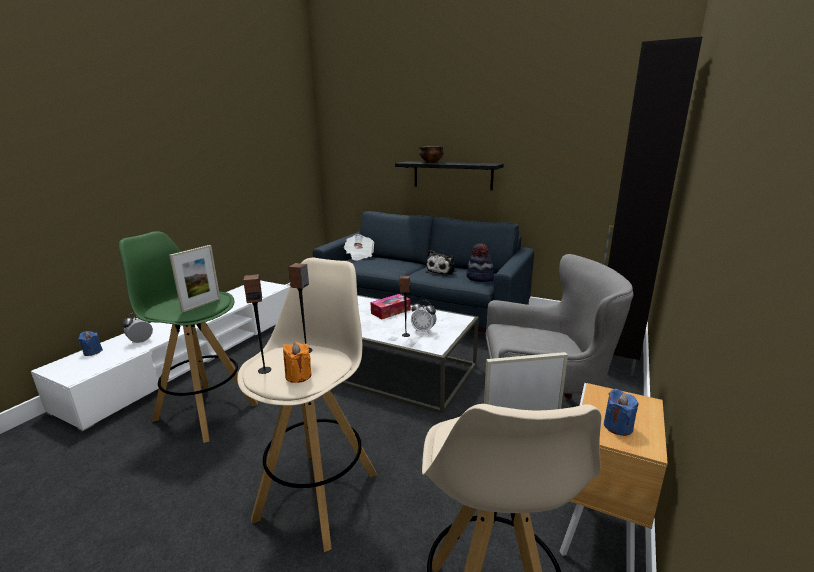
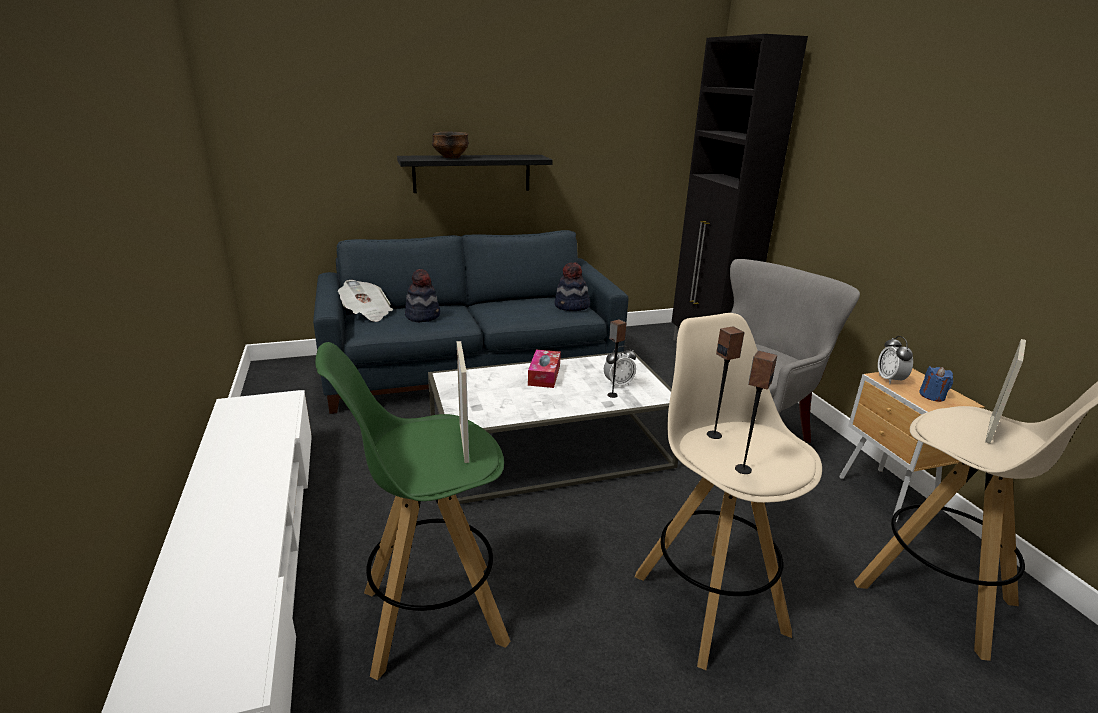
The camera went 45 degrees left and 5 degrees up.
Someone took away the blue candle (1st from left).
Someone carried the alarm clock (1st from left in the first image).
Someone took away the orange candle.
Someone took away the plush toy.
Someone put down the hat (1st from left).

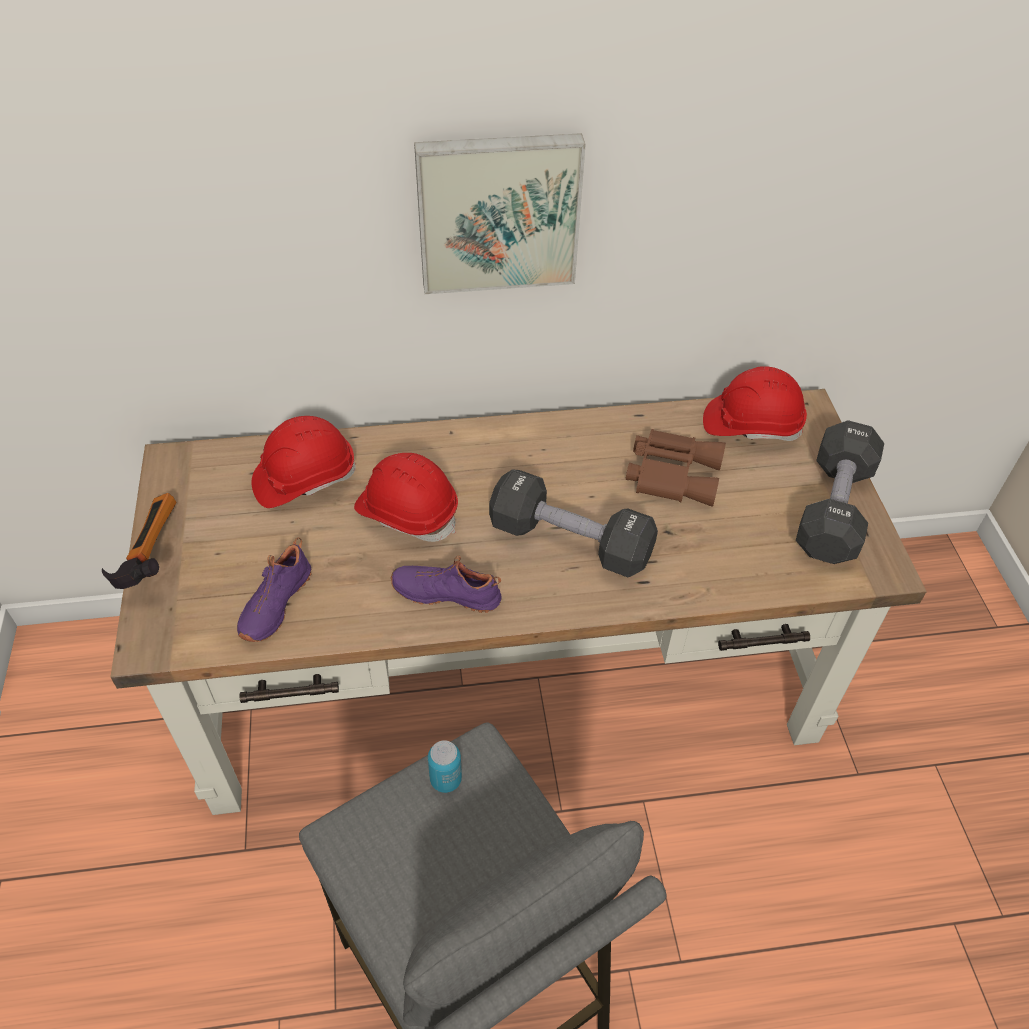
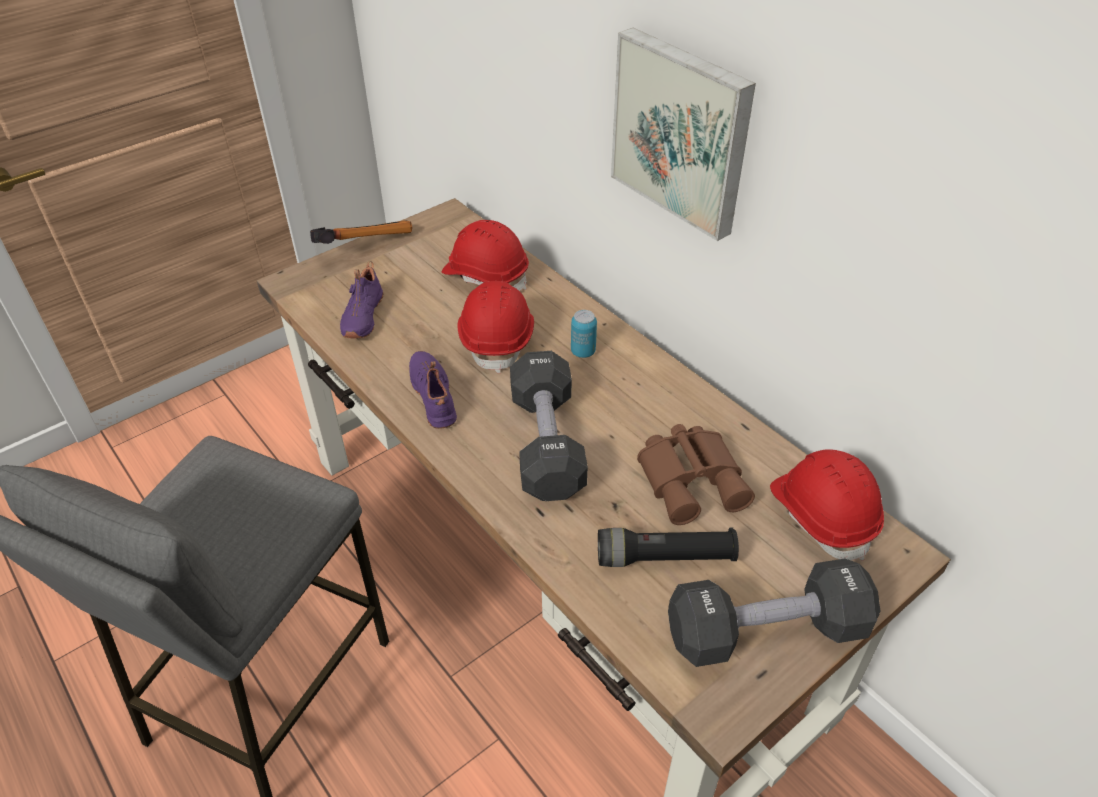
The camera went 60 degrees right and 5 degrees down.
Someone rotated the purple shoe (1st from left) by 75 degrees counterclockwise.
Someone carried the can.
Someone put down the black flashlight.

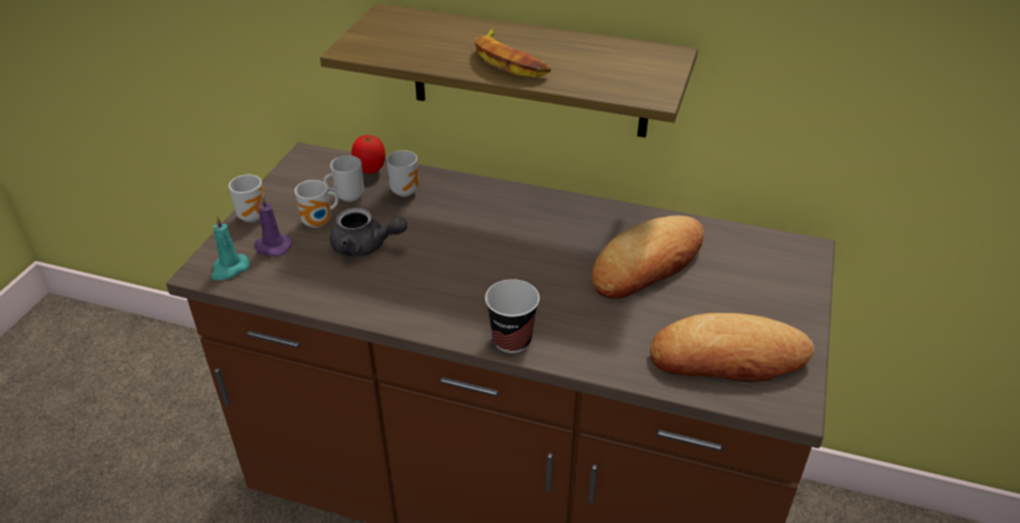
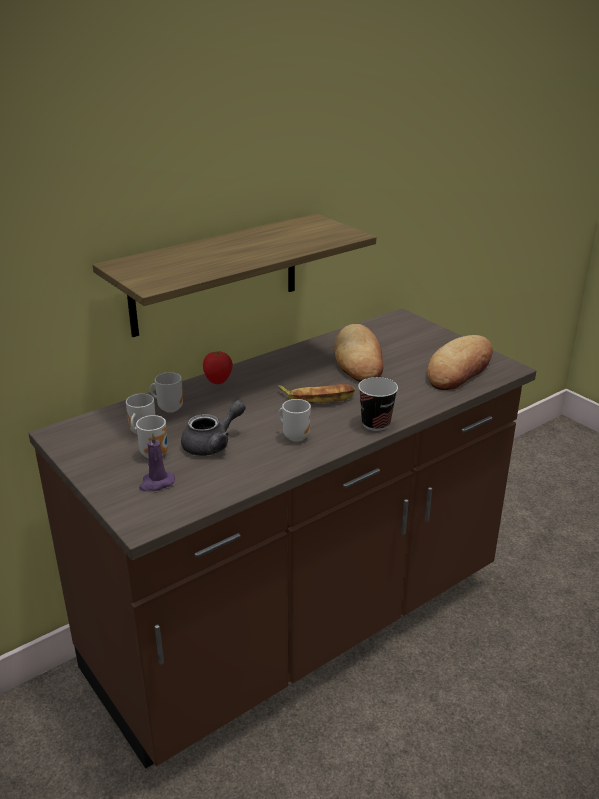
The camera went 55 degrees left and 10 degrees down.
Someone took away the turquoise candle.
Someone carried the mug (1st from left in the first image).
Someone carried the tomato.
Someone carried the banana.

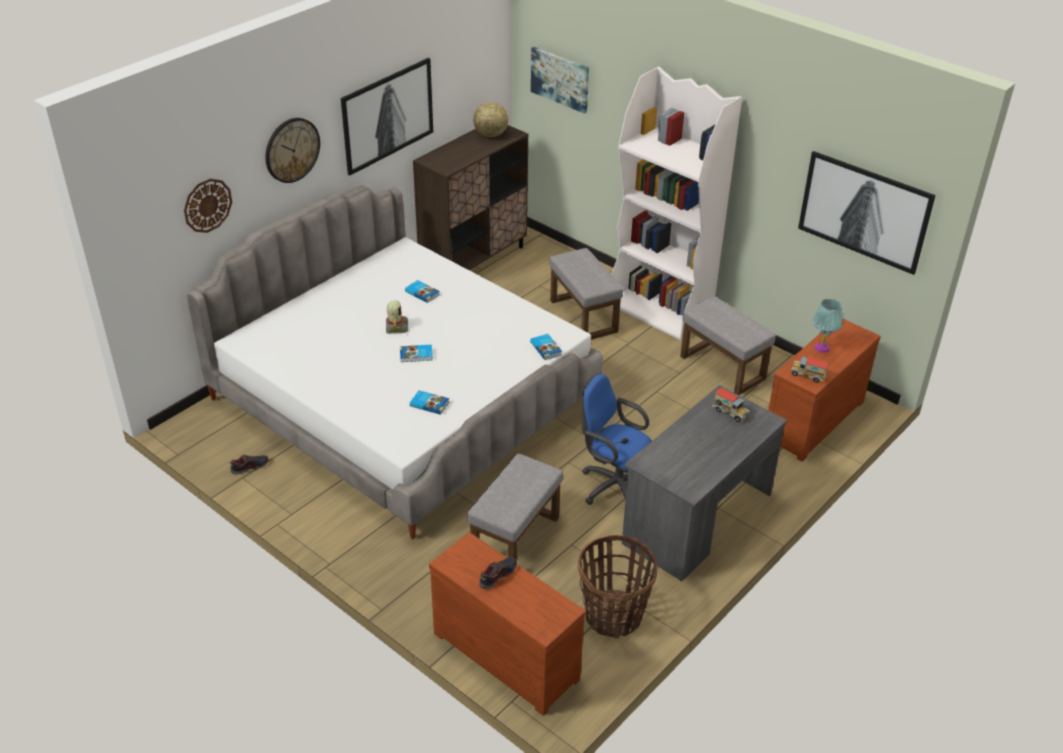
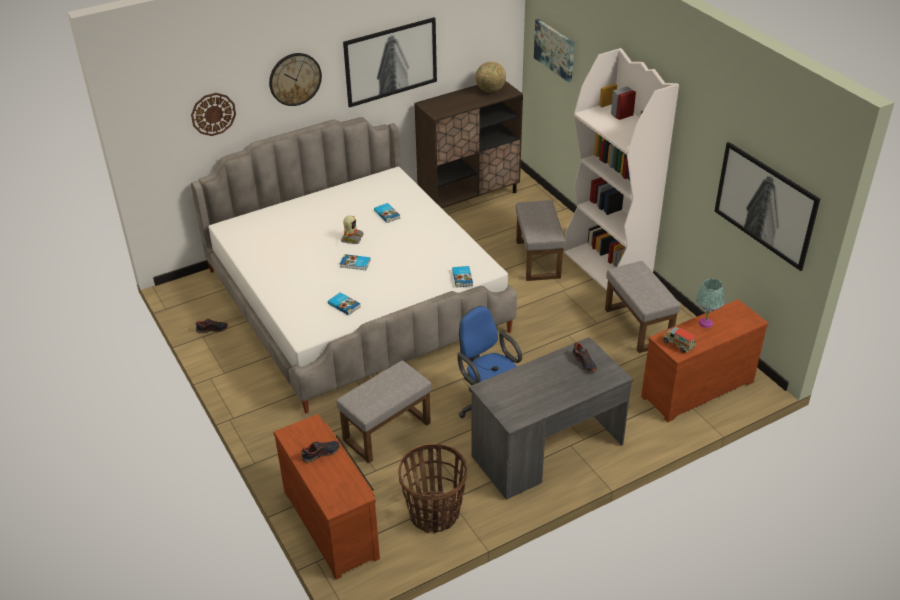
The camera went 20 degrees right and 0 degrees up.
Someone swapped the toy truck (1st from left) for the shoe (3rd from left).

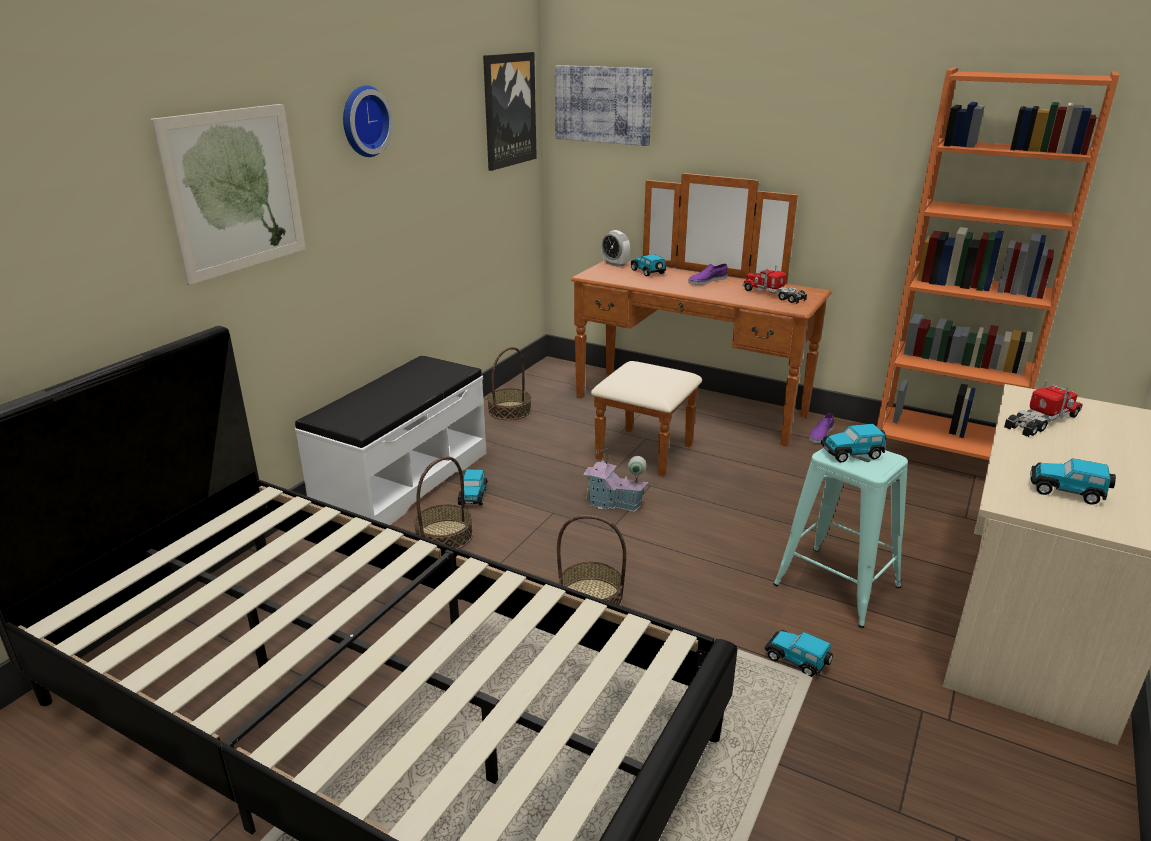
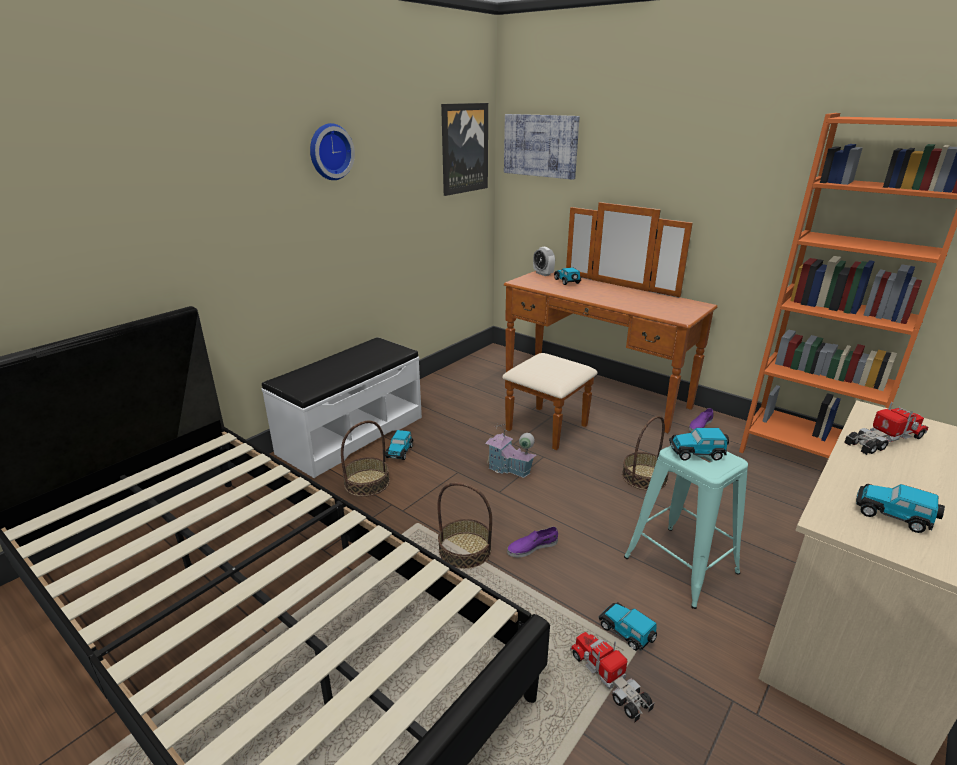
The camera went 10 degrees right and 0 degrees up.
Someone took away the picture (1st from left).
Someone carried the basket (2nd from left in the first image).
Someone carried the purple shoe (1st from left).
Someone carried the toy truck (1st from left).

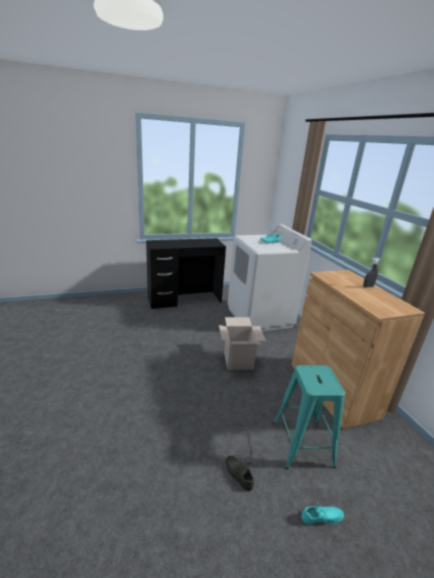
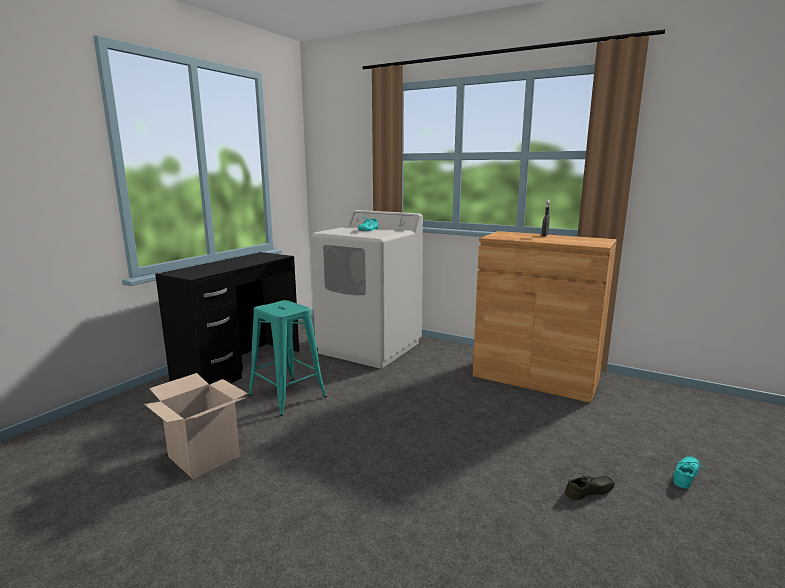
The camera went 40 degrees left and 10 degrees down.
Someone carried the cardboard box.
Someone rotated the grey shoe by 150 degrees clockwise.
Someone carried the turquoise stool.

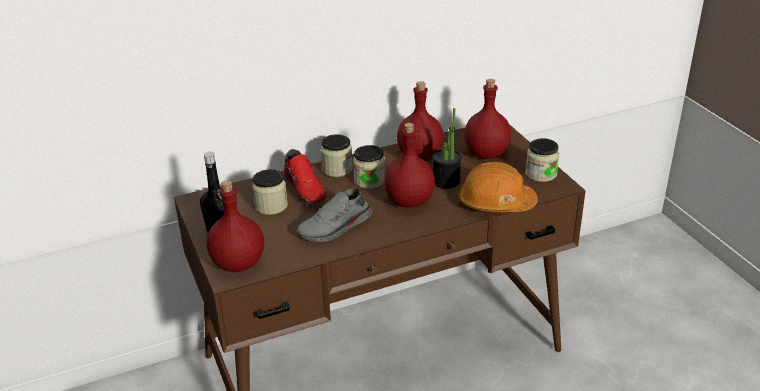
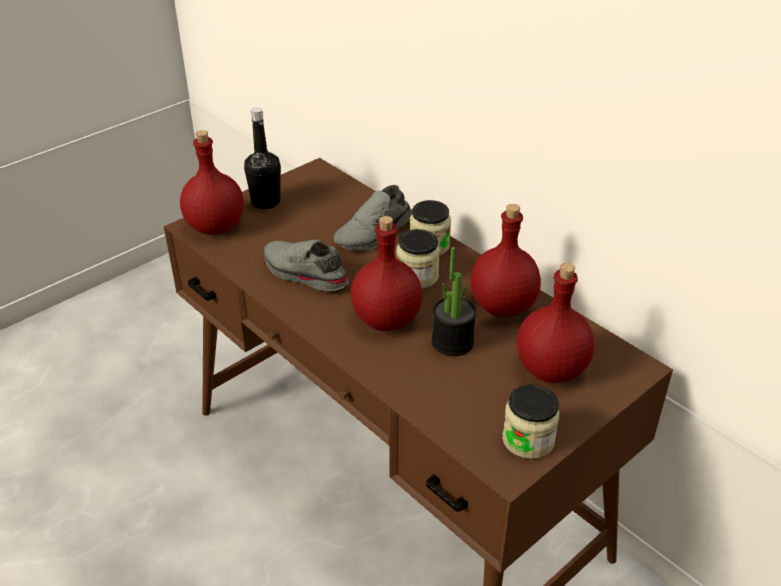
The camera went 70 degrees right and 5 degrees up.
Someone took away the jar (1st from left).
Someone repainted the red shoe, which became the grey shoe (2nd from left).
Someone took away the orange hard hat.

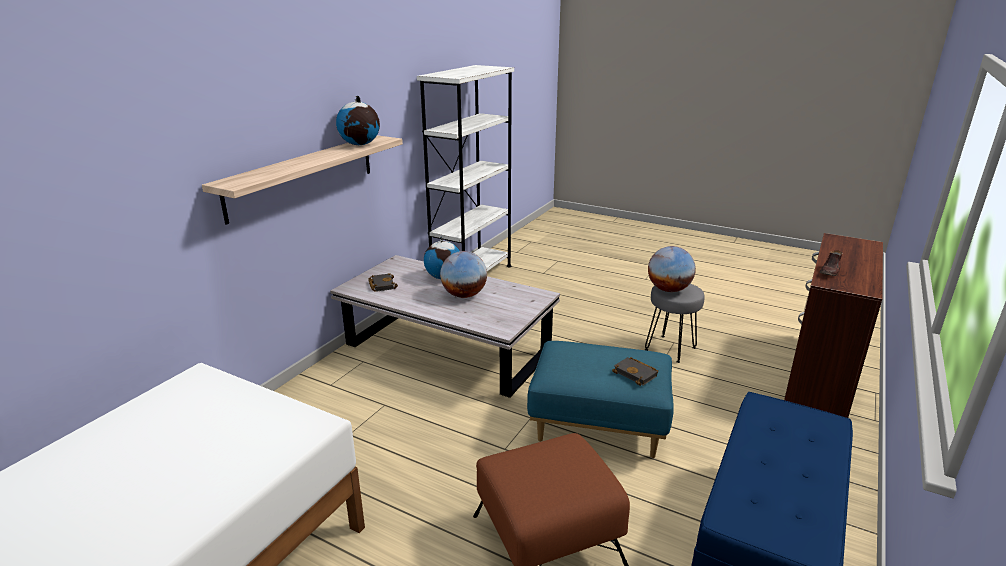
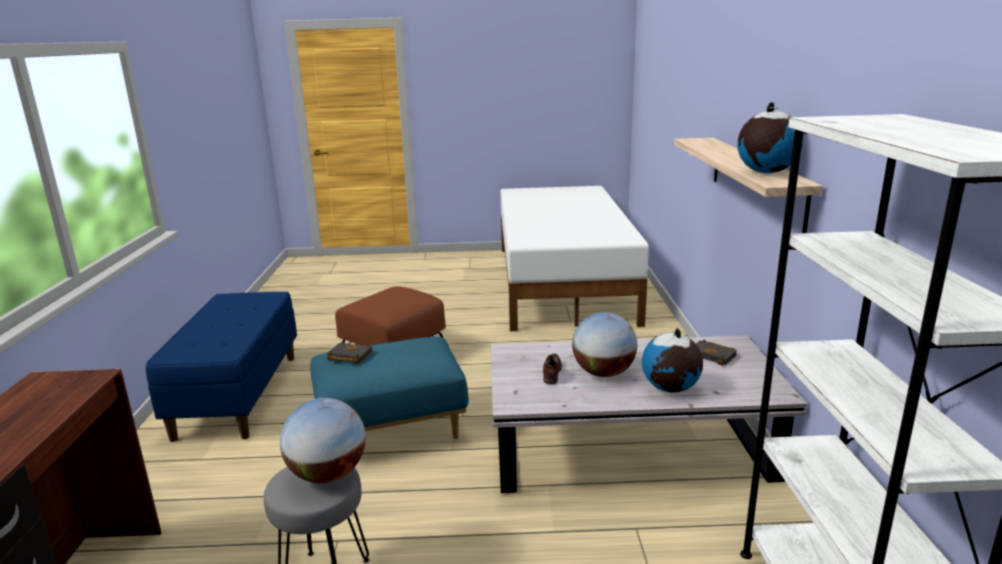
The camera went 150 degrees right and 5 degrees down.
Someone carried the brown shoe.

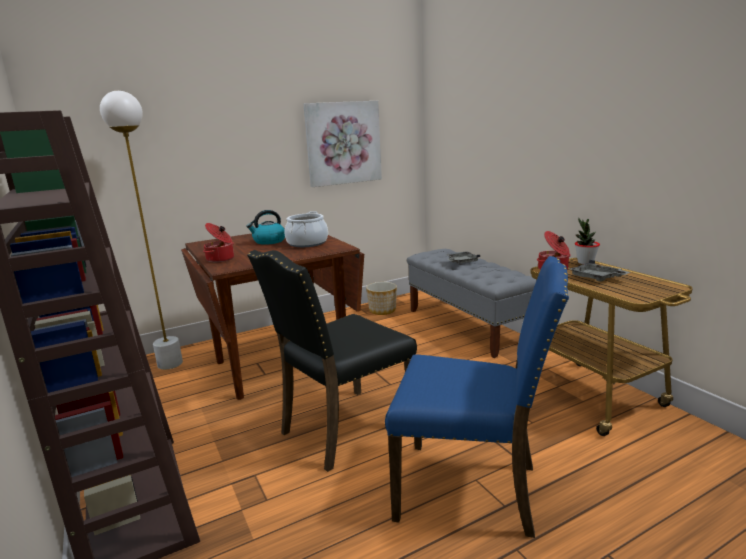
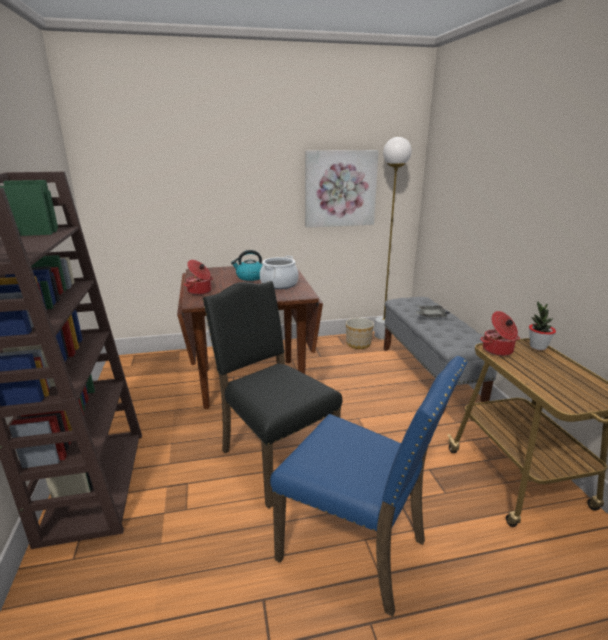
The camera went 15 degrees right and 5 degrees up.
Someone carried the white floor lamp.
Someone rotated the black chair by 75 degrees clockwise.
Someone took away the grey tray (2nd from left).

